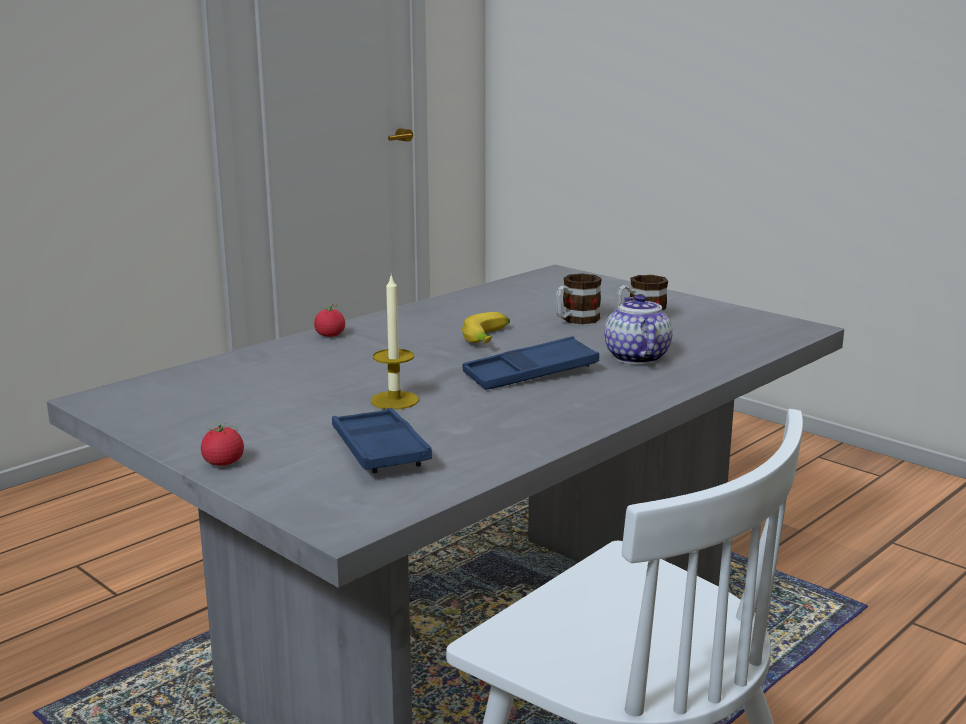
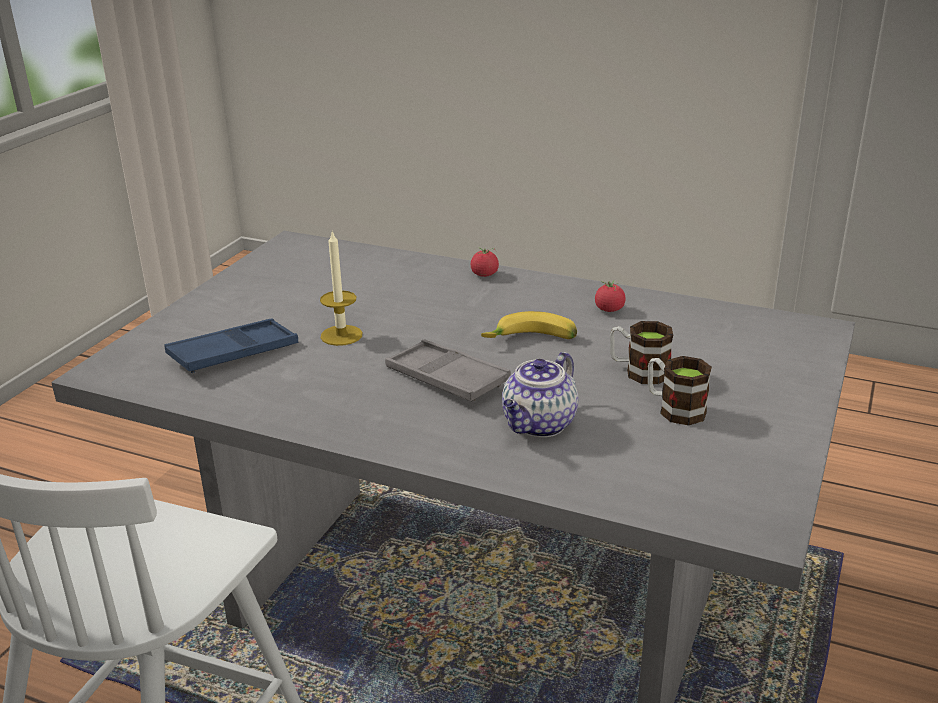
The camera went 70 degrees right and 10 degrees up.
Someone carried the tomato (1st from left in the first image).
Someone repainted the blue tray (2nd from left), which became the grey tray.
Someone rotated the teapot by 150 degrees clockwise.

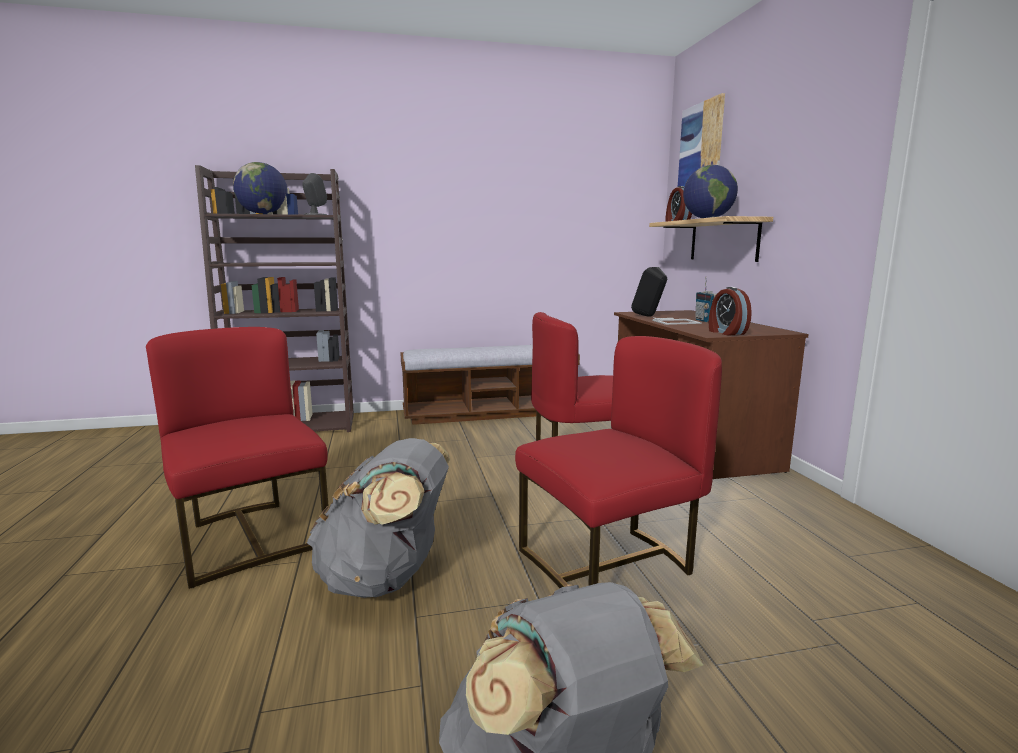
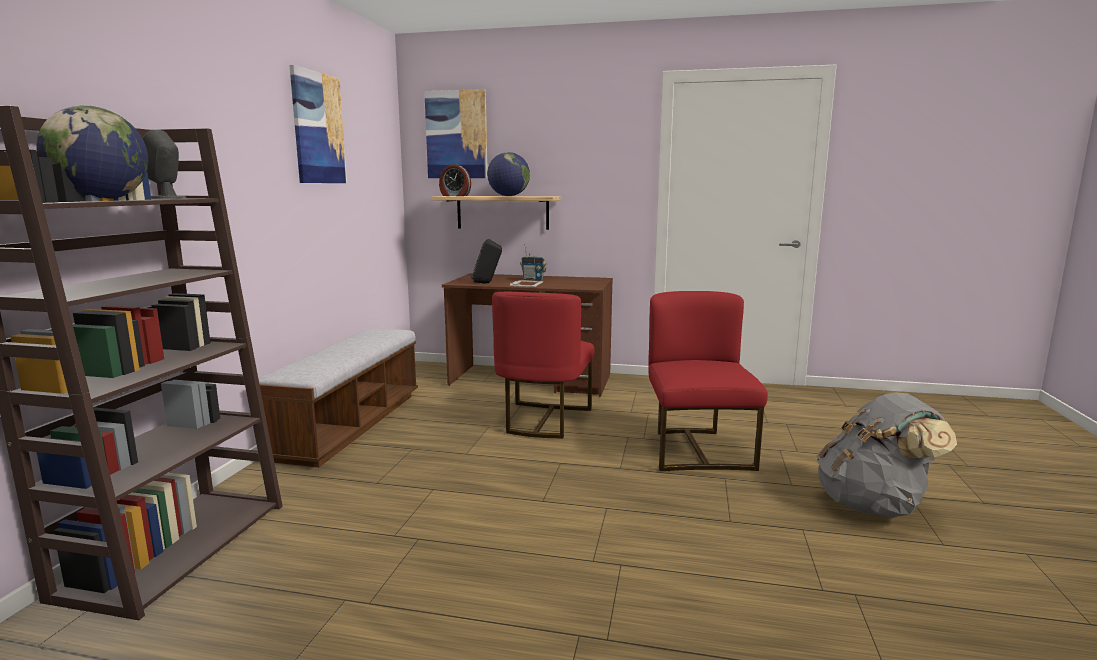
The camera went 65 degrees left and 0 degrees up.
Someone took away the red chair (1st from left).
Someone took away the grey backpack (1st from left).
Someone took away the alarm clock (2nd from left).
Someone put up the picture (1st from left).

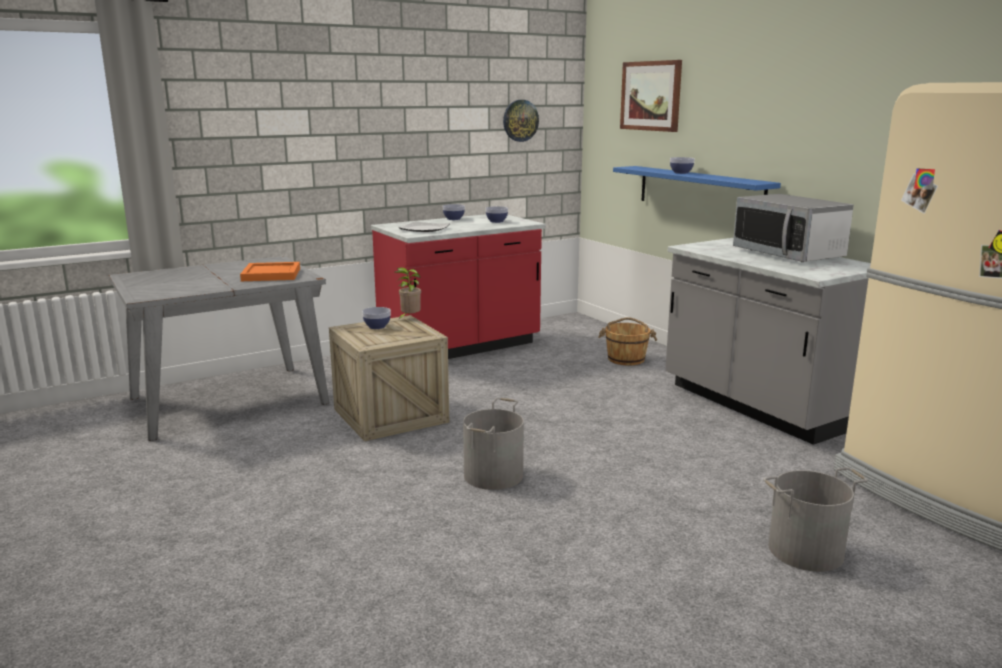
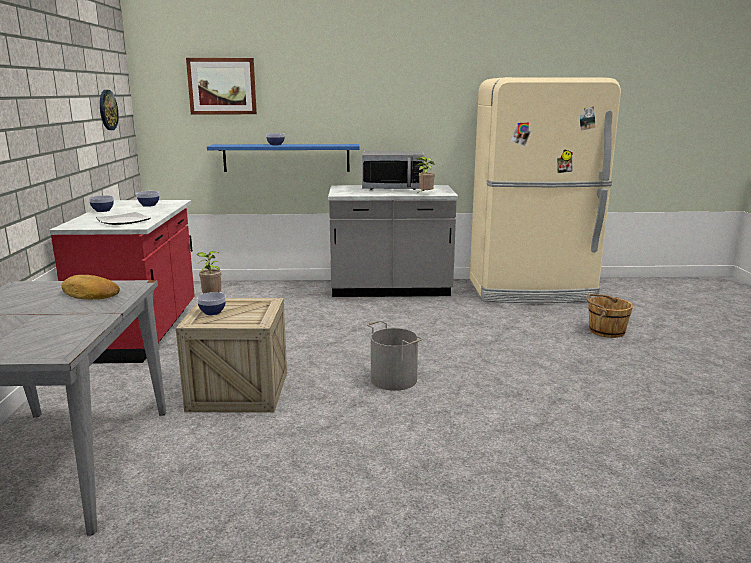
The camera went 60 degrees left and 0 degrees up.
Someone swapped the orange tray for the bread.
Someone carried the brown bucket.
Someone took away the grey bucket (2nd from left).
Someone put down the potted plant (2nd from left).

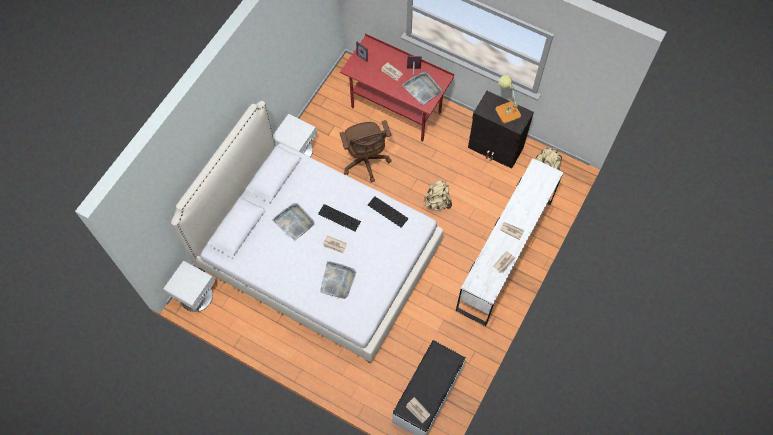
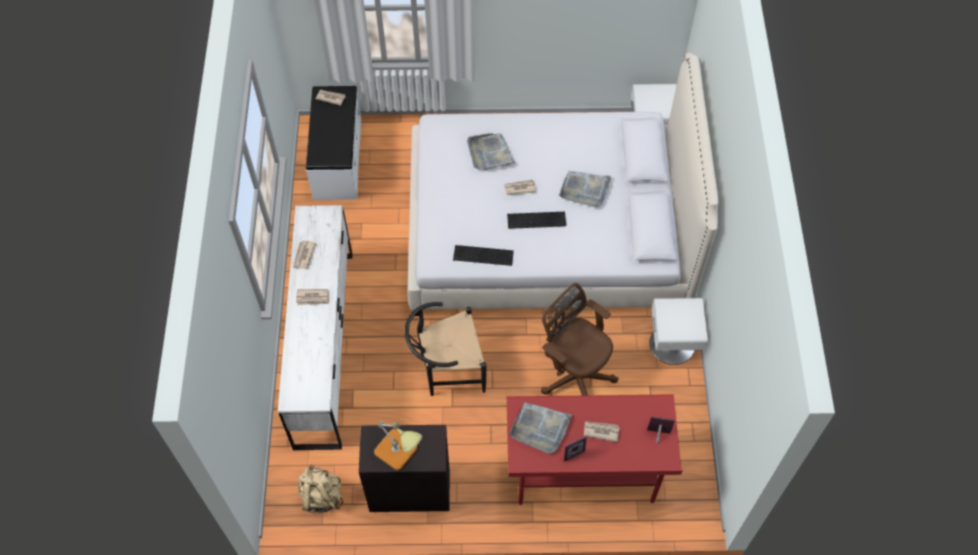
The camera went 150 degrees right and 5 degrees down.
Someone swapped the beige backpack (1st from left) for the black chair.

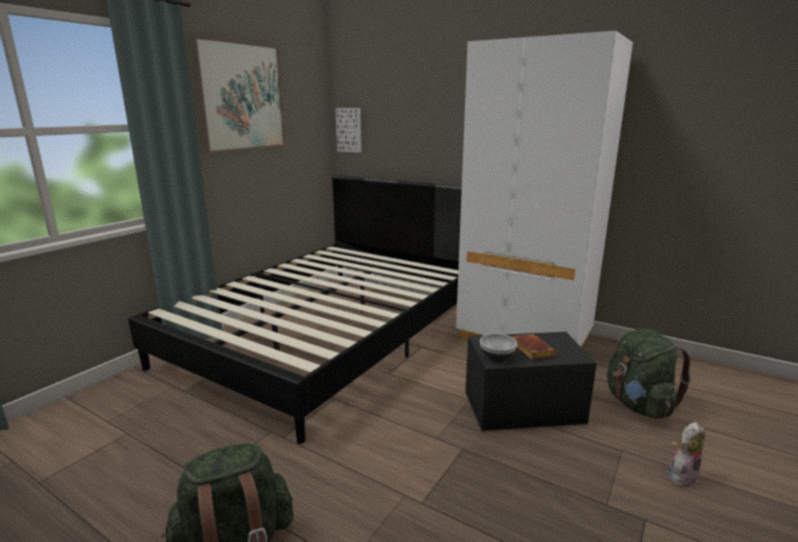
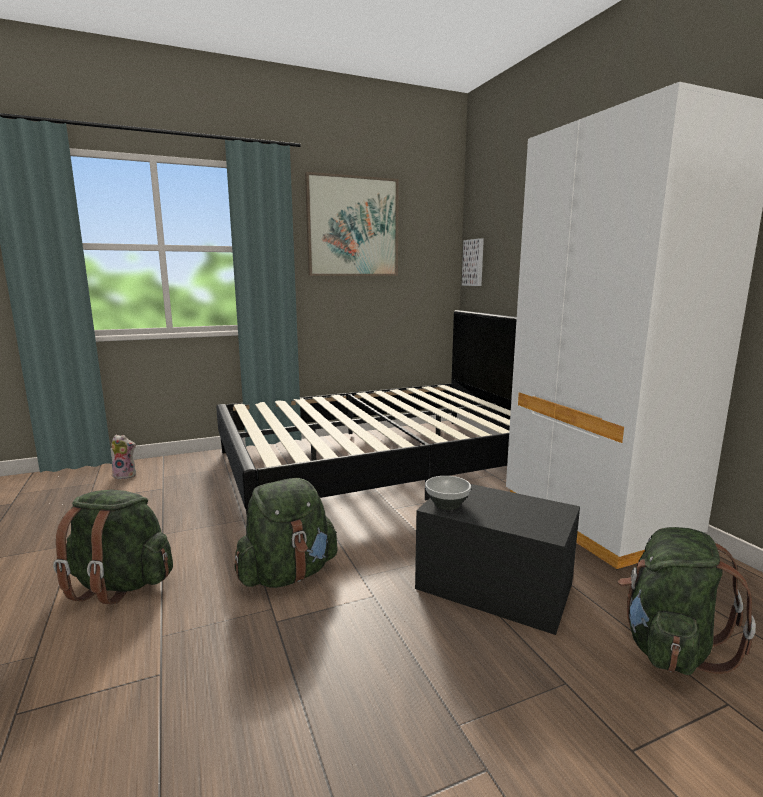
The camera went 35 degrees right and 5 degrees down.
Someone took away the brown book.
Someone carried the plush toy.
Someone put down the green backpack (2nd from left).

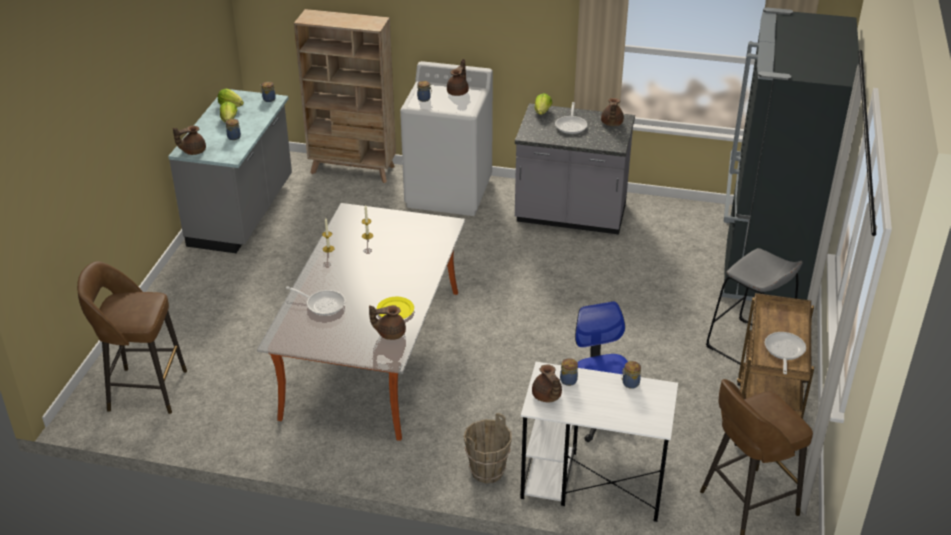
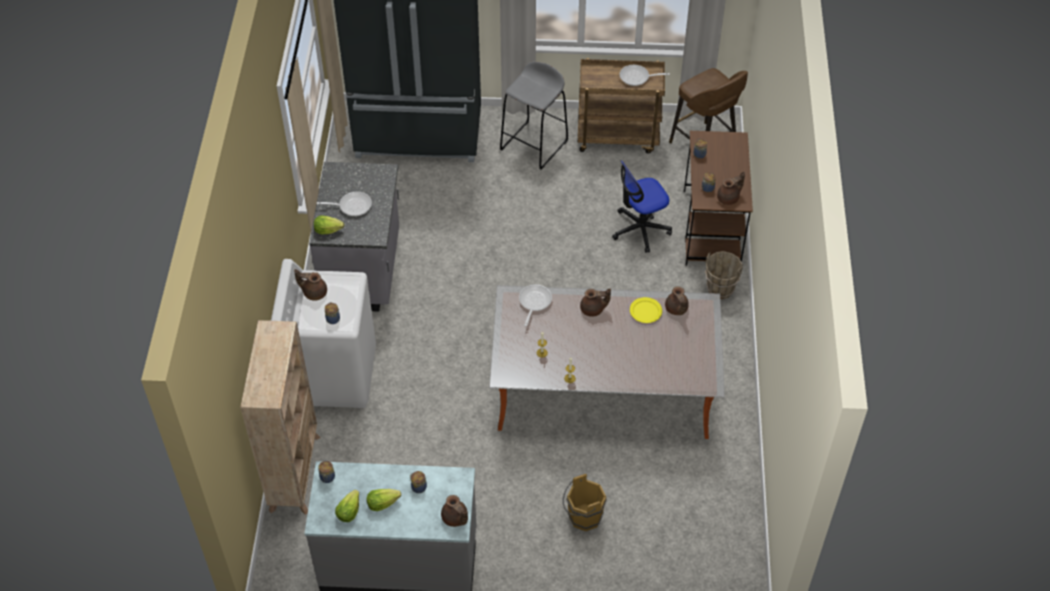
The camera went 100 degrees left and 15 degrees up.
Someone took away the brown stool (1st from left).
Someone carried the frying pan (1st from left in the first image).
Someone repainted the white desk, which became the brown desk.
Someone carried the brown teapot (5th from left in the first image).
Someone put down the brown bucket (1st from left).

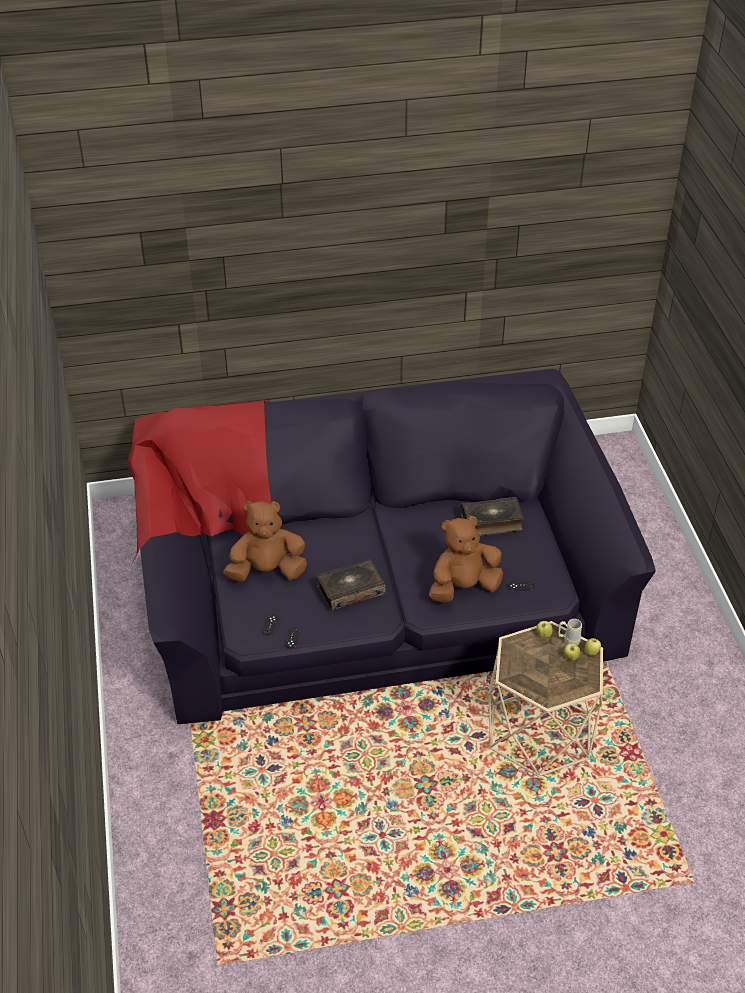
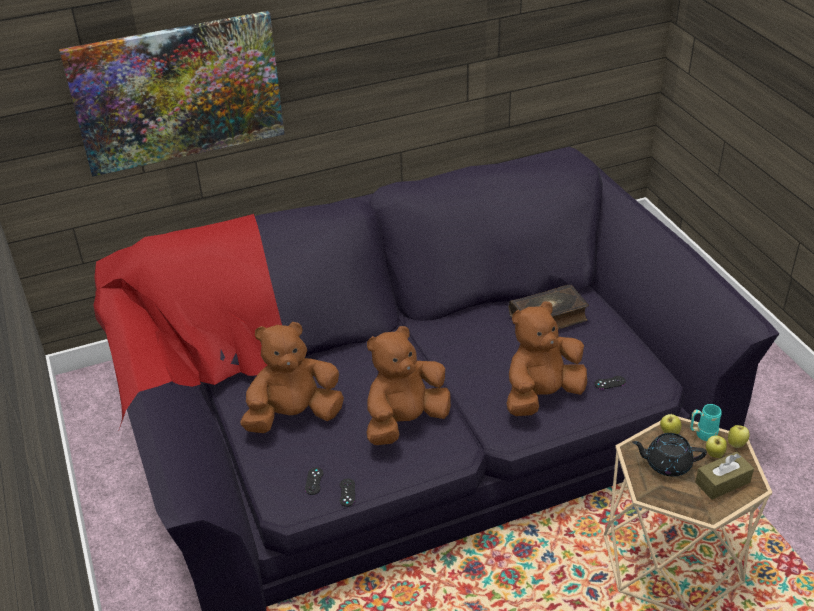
The camera went 10 degrees left and 5 degrees down.
Someone swapped the book (1st from left) for the brown plush toy (2nd from left).
Someone repainted the beige mug, which became the turquoise mug.
Someone put up the picture.
Someone put down the black teapot.
Someone put down the brown tissue box.

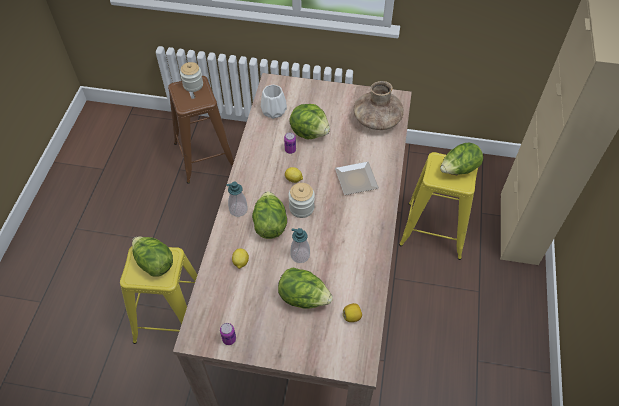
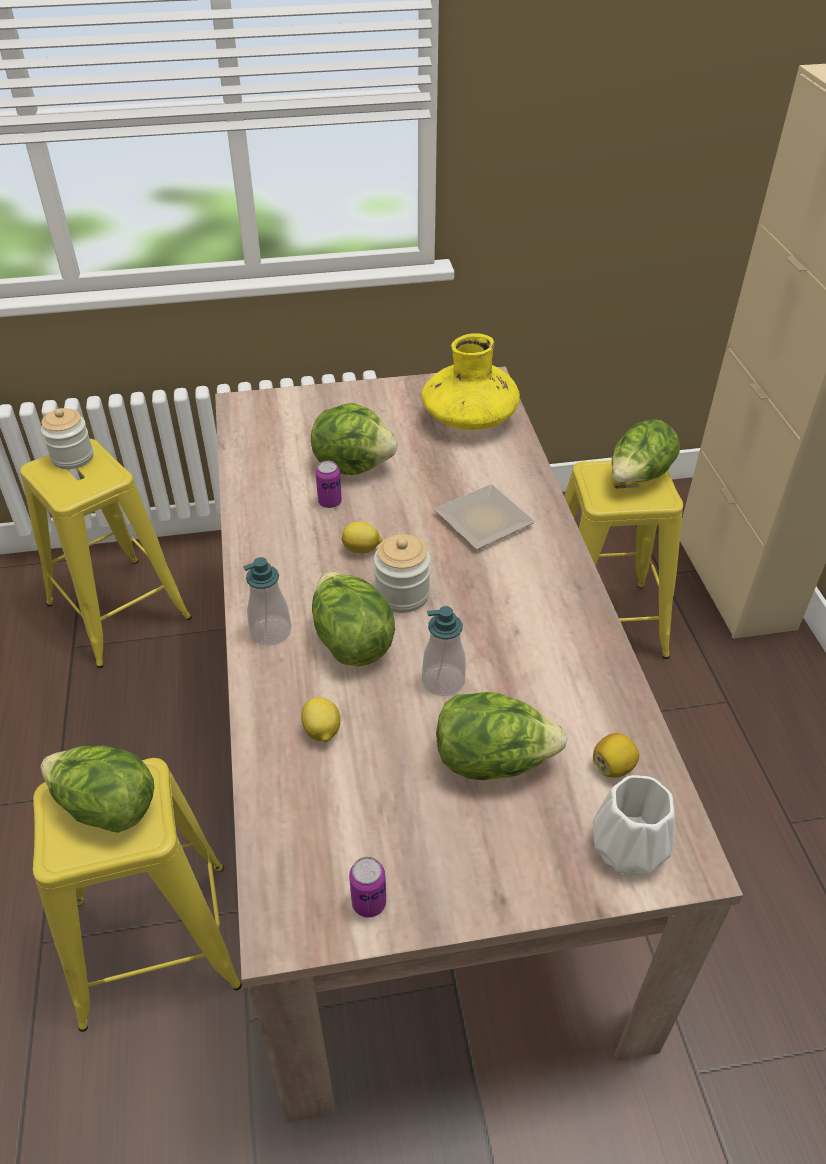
The camera went 20 degrees left and 10 degrees down.
Someone repainted the brown stool, which became the yellow stool (1st from left).
Someone carried the white vase.
Someone repainted the brown vase, which became the yellow vase.

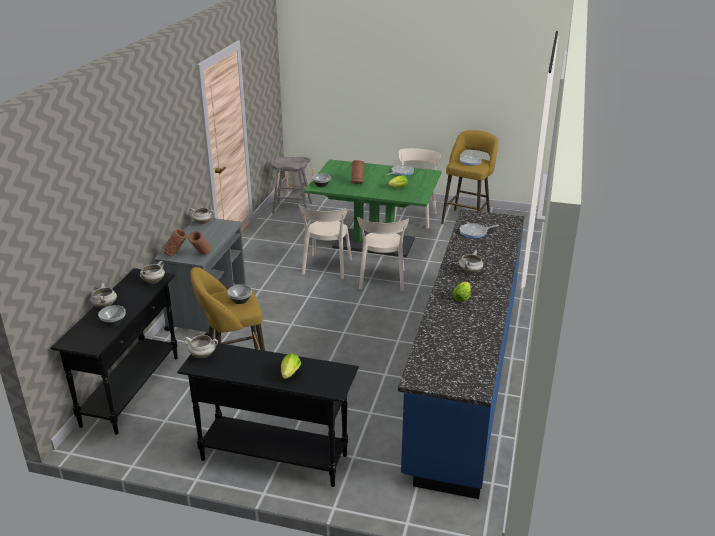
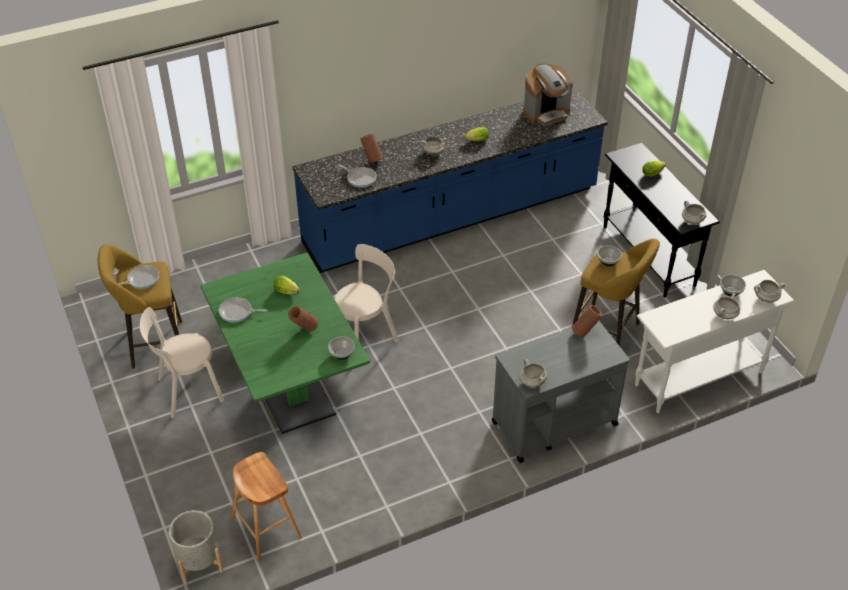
The camera went 130 degrees left and 15 degrees up.
Someone repainted the black console table (1st from left), which became the white console table.
Someone carried the white cooking pot (2nd from left in the first image).
Someone carried the brown vase (1st from left in the first image).
Someone repainted the grey stool, which became the brown stool.
Someone took away the beige chair (1st from left).
Someone put down the coffee machine.

